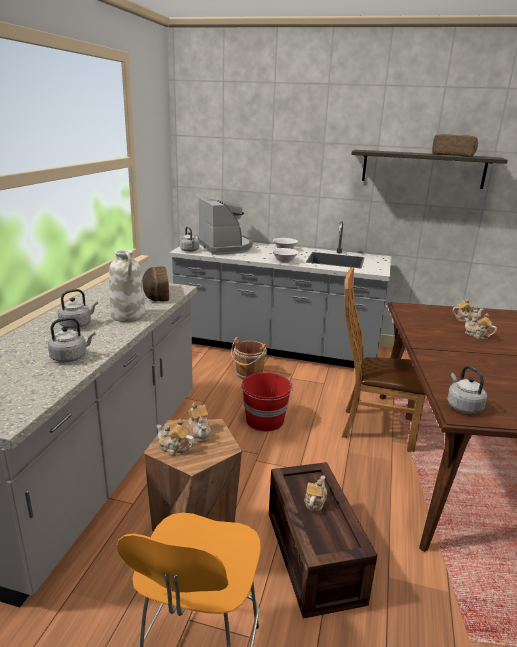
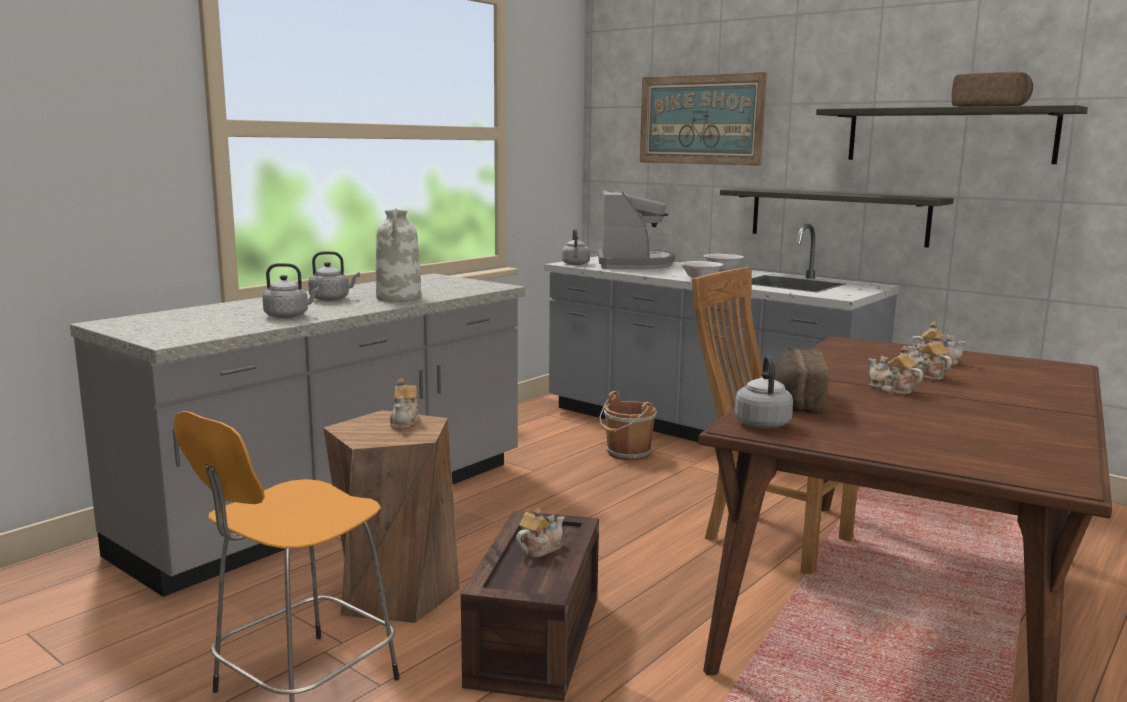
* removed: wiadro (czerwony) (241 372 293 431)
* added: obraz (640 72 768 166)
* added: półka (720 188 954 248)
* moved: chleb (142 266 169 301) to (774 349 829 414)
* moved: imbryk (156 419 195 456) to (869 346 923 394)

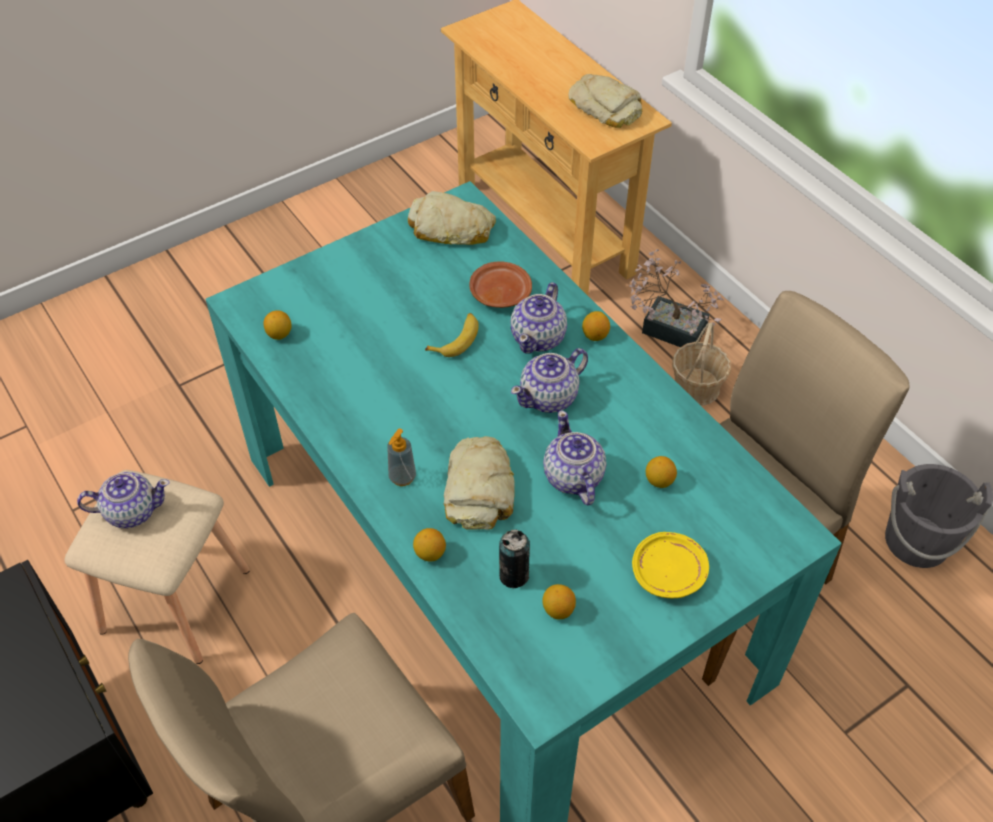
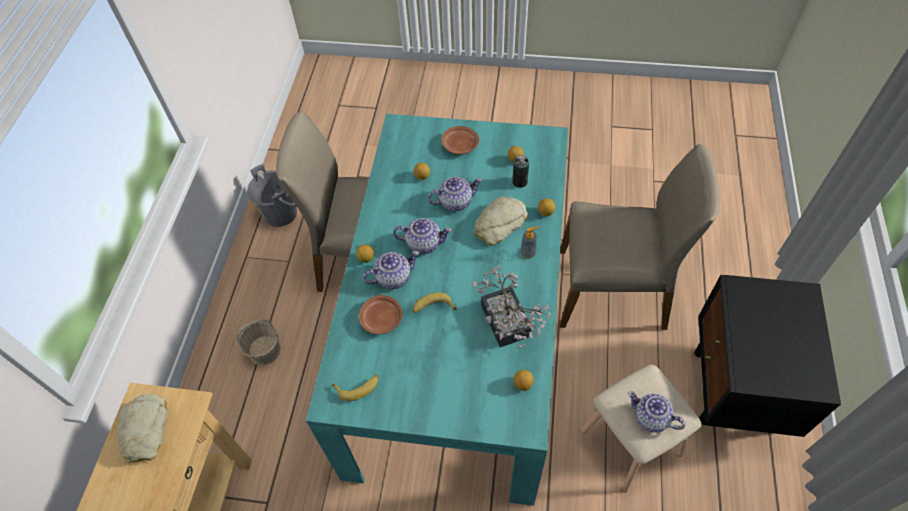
* moved: roślina doniczkowa (629 249 724 347) to (472 266 552 348)
* replaced: chleb (408 191 496 245) to banan (332 375 379 401)
* recoloured: talerz (żółty) (632 532 709 598) to talerz (brązowy) (441 126 479 154)
* turned: imbryk (543 410 606 506) = (427 177 482 211) 135 degrees counterclockwise

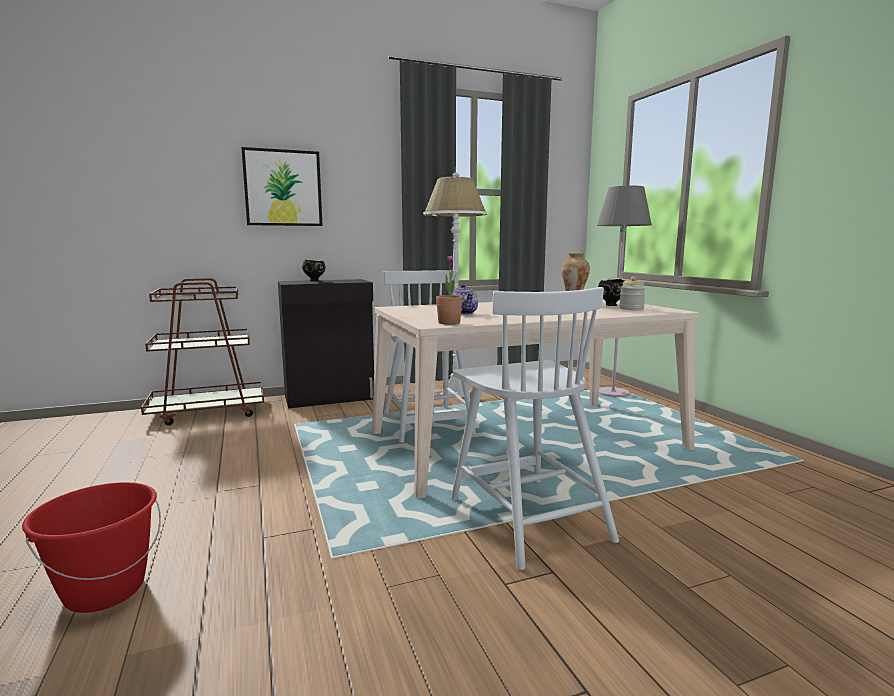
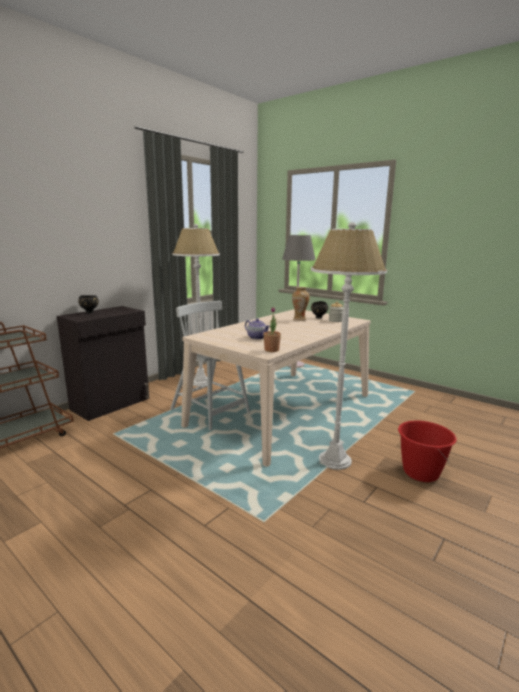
* removed: obraz (241 147 322 226)
* moved: wiadro (czerwony) (22 482 161 613) to (398 421 457 482)
* replaced: krzesło (biały) (451 287 619 570) to lampa stojąca (biały) (311 222 387 470)

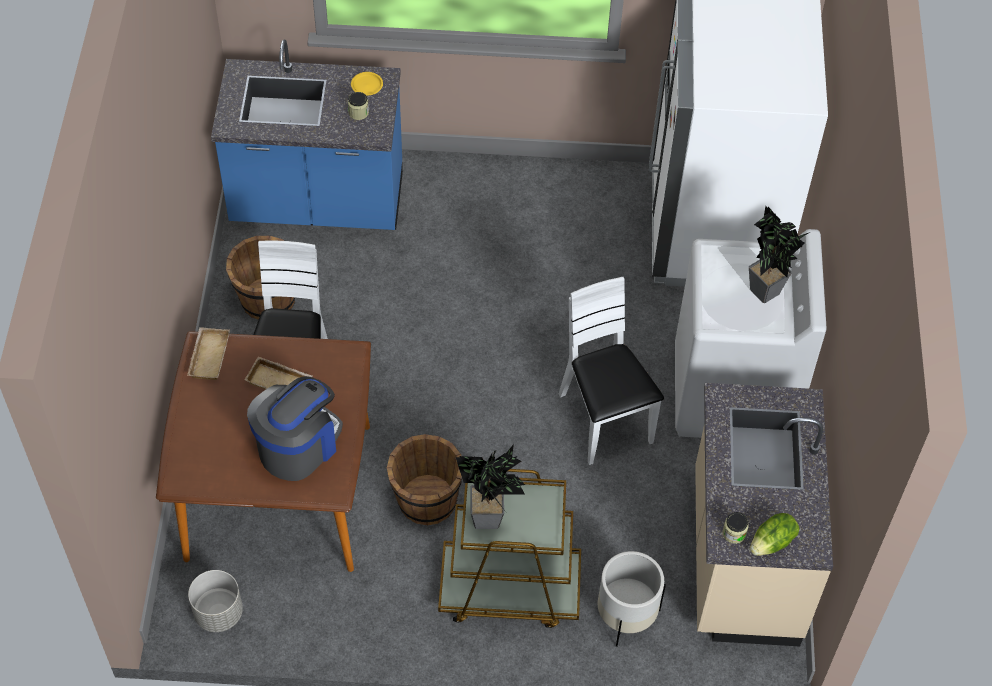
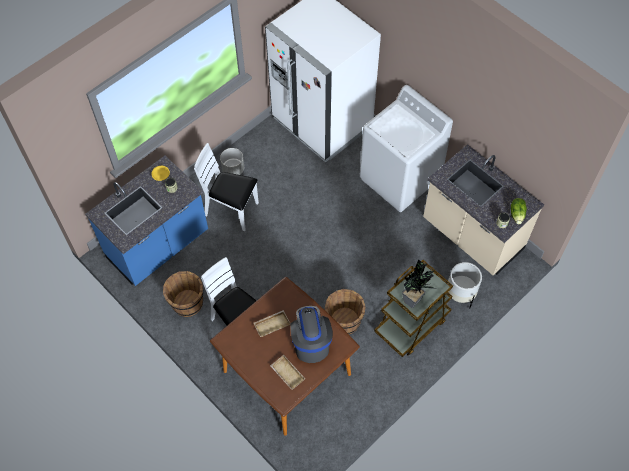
* removed: roślina doniczkowa (749 206 810 303)
* moved: taca (beżowy) (187 327 230 380) to (270 355 306 390)
* moved: donica (szary) (188 570 243 632) to (220 148 244 175)
* moved: krzesło (biały) (559 277 664 465) to (194 143 259 231)

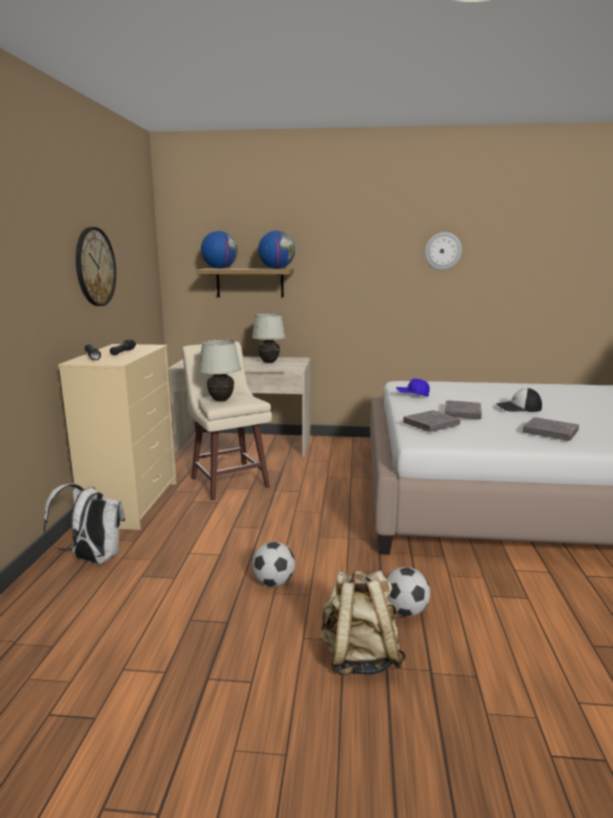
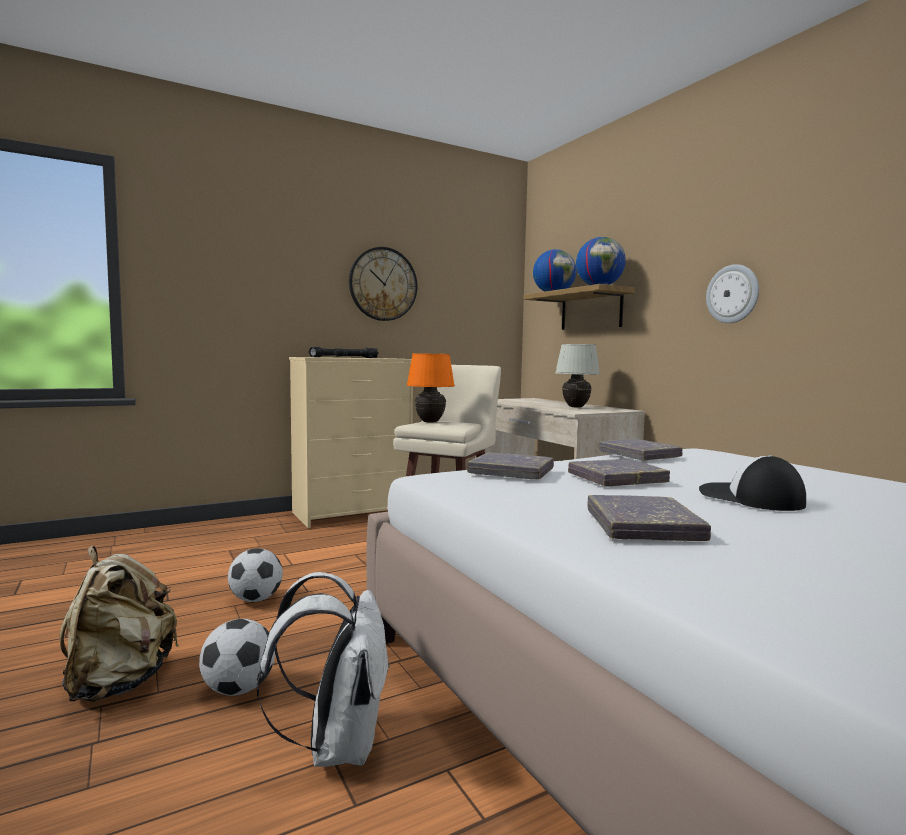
* moved: plecak (biały) (43 483 125 564) to (257 572 390 767)
* moved: zegar ścienny (425 232 462 270) to (706 264 759 323)
* replaced: czapka z daszkiem (niebieski) (396 378 430 397) to książka (szary) (598 439 683 460)
* recoloured: lampa stołowa (biały) (199 340 241 402) to lampa stołowa (pomarańczowy) (407 353 455 423)

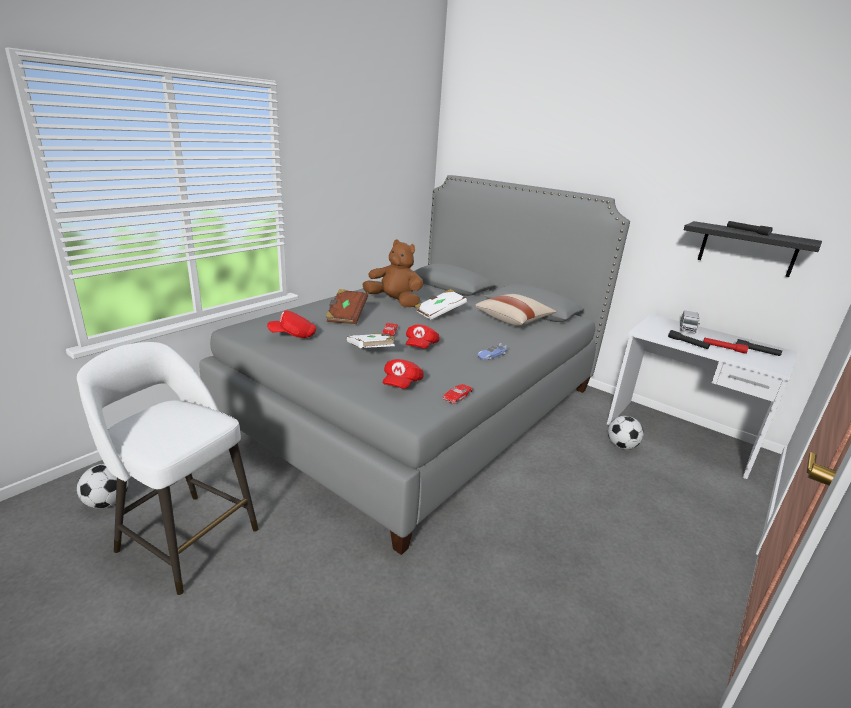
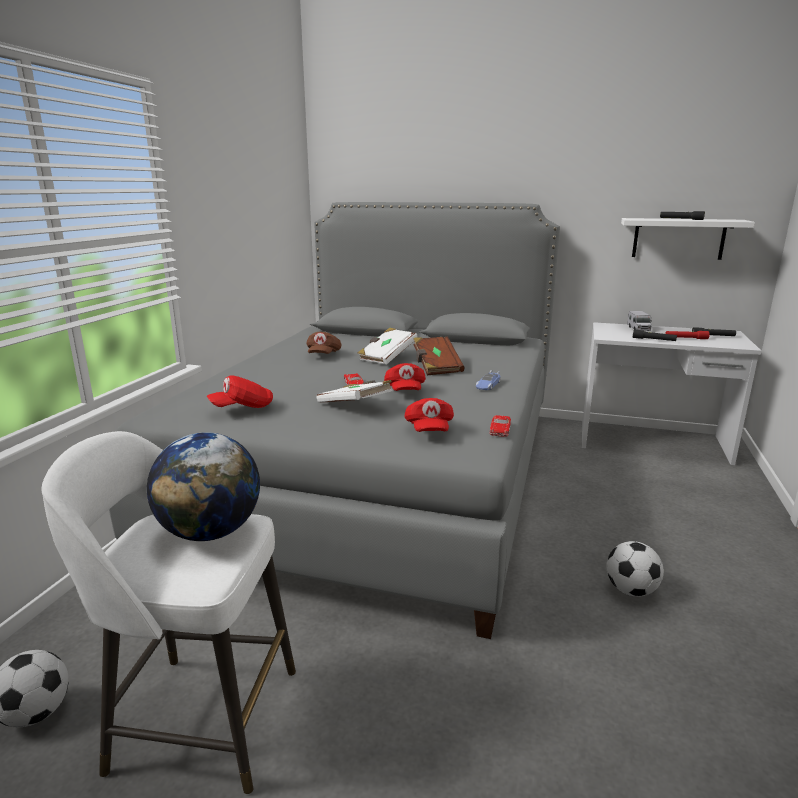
* removed: poduszka (beżowy) (475 294 557 326)
* added: globus (147 432 260 541)
* moved: książka (brązowy) (325 289 368 324) to (414 336 465 376)
* moved: piłka futbolowa (608 416 644 449) to (607 541 664 597)
* replaced: pluszak (brązowy) (362 240 423 307) to czapka z daszkiem (brązowy) (307 332 341 354)
* recoloured: półka (czarny) (684 221 822 277) to półka (biały) (621 218 755 260)

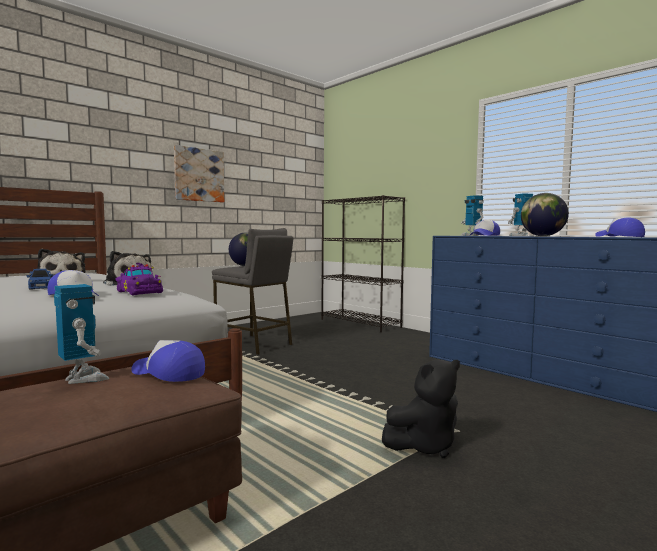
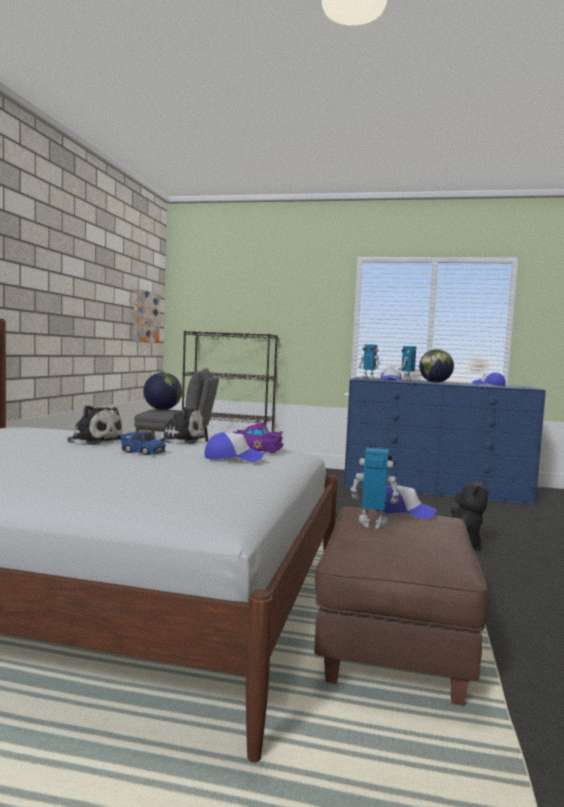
* moved: obraz (174 145 224 202) to (133 289 160 343)
* turned: czapka z daszkiem (131 340 205 382) = (374 485 437 519) 150 degrees counterclockwise

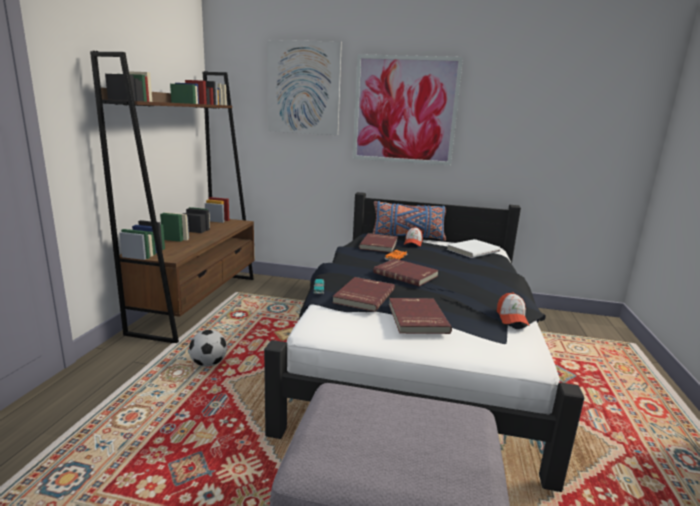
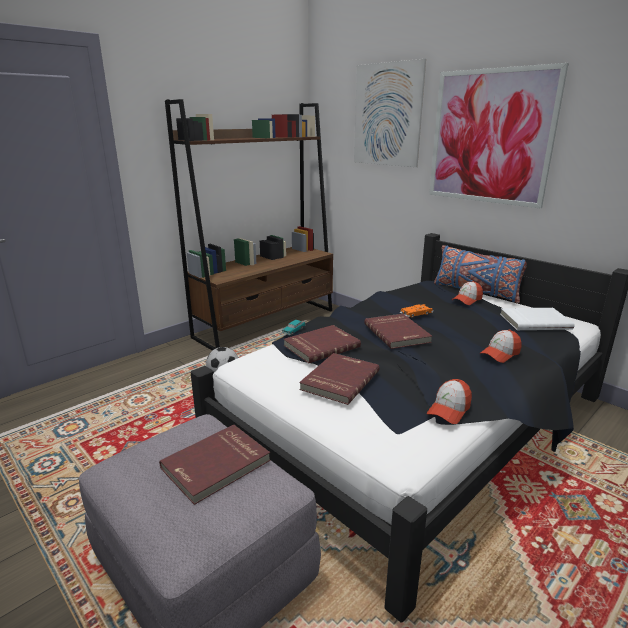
* added: czapka z daszkiem (479 330 522 363)
* moved: książka (czerwony) (359 233 398 253) to (159 425 270 505)

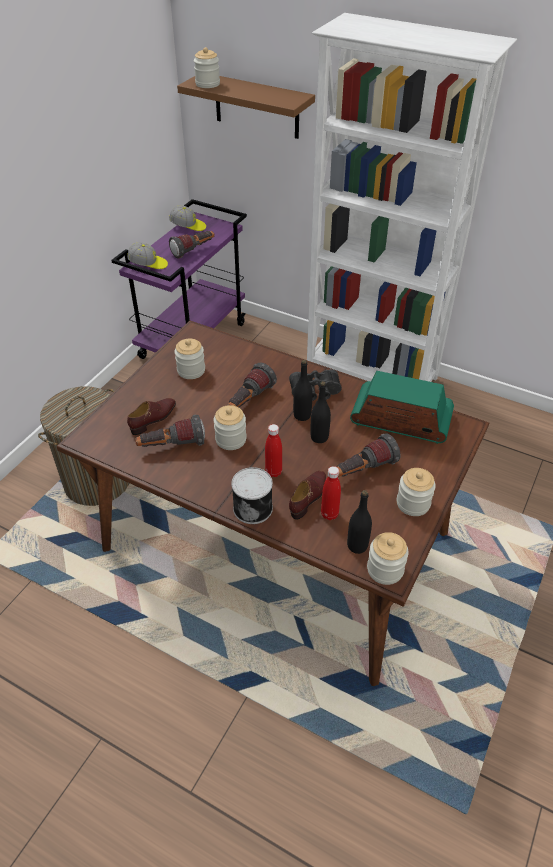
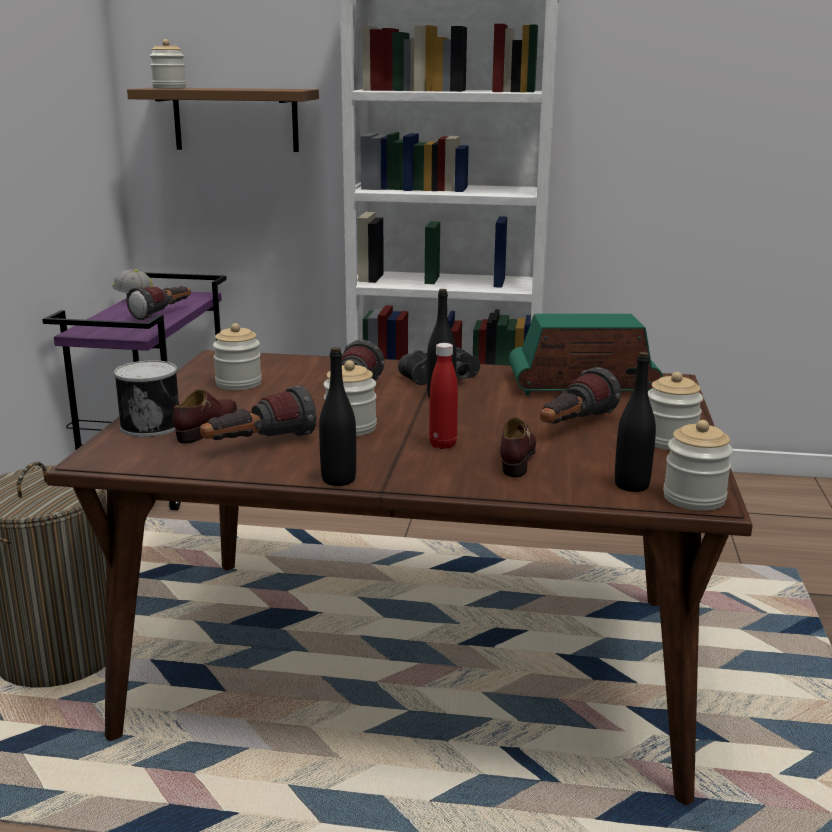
* removed: czapka z daszkiem (127 243 168 269)
* removed: butelka (czerwony) (321 466 341 520)
* moved: puszka (231 467 273 524) to (114 360 179 437)
* moved: butelka (czarny) (310 381 331 443) to (319 347 356 486)

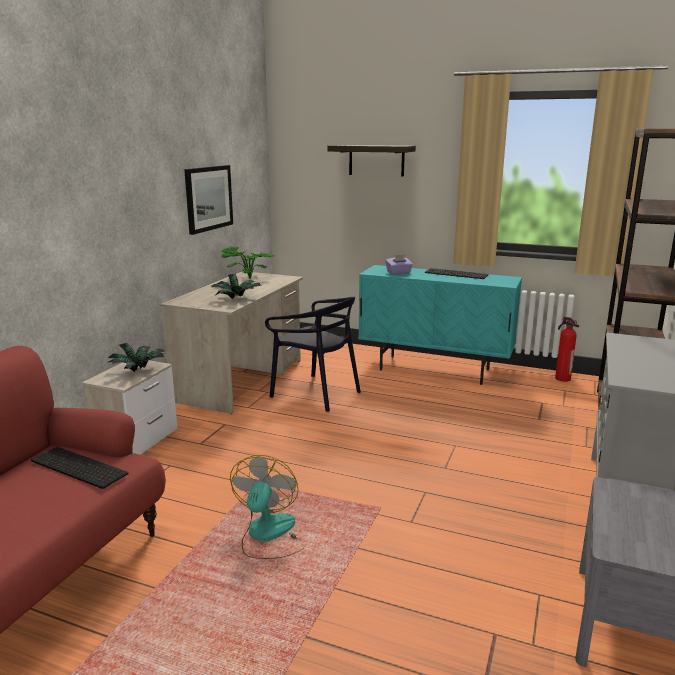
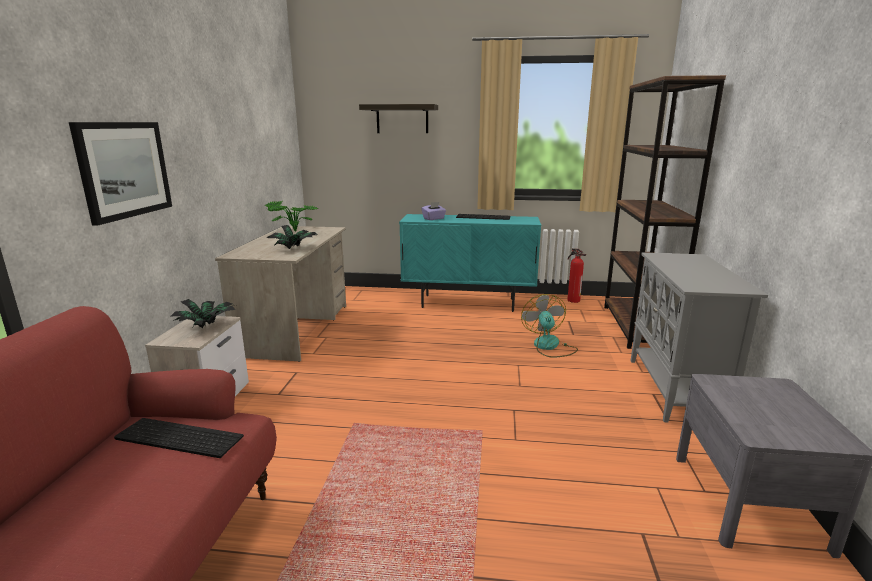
* removed: krzesło (czarny) (265 297 361 412)
* moved: obraz (184 165 233 235) to (69 122 172 226)
* moved: wentylator (230 455 302 559) to (521 294 578 358)

